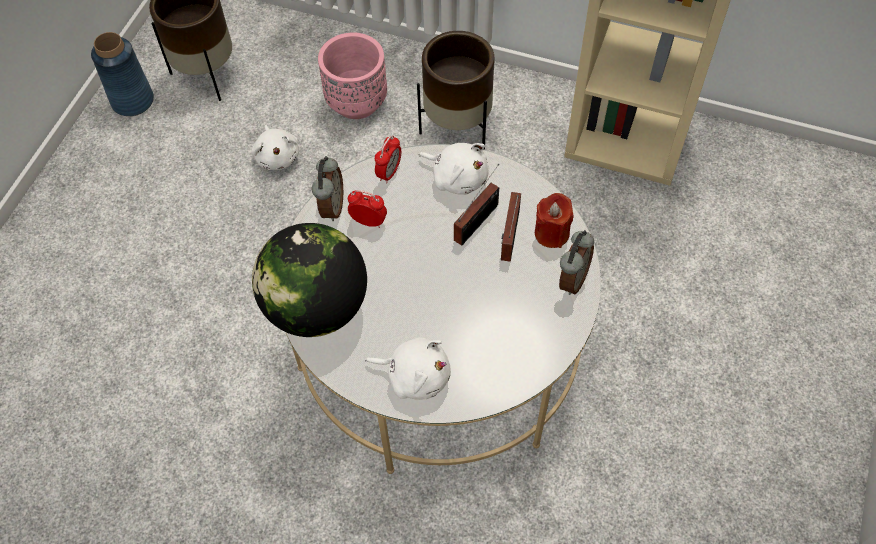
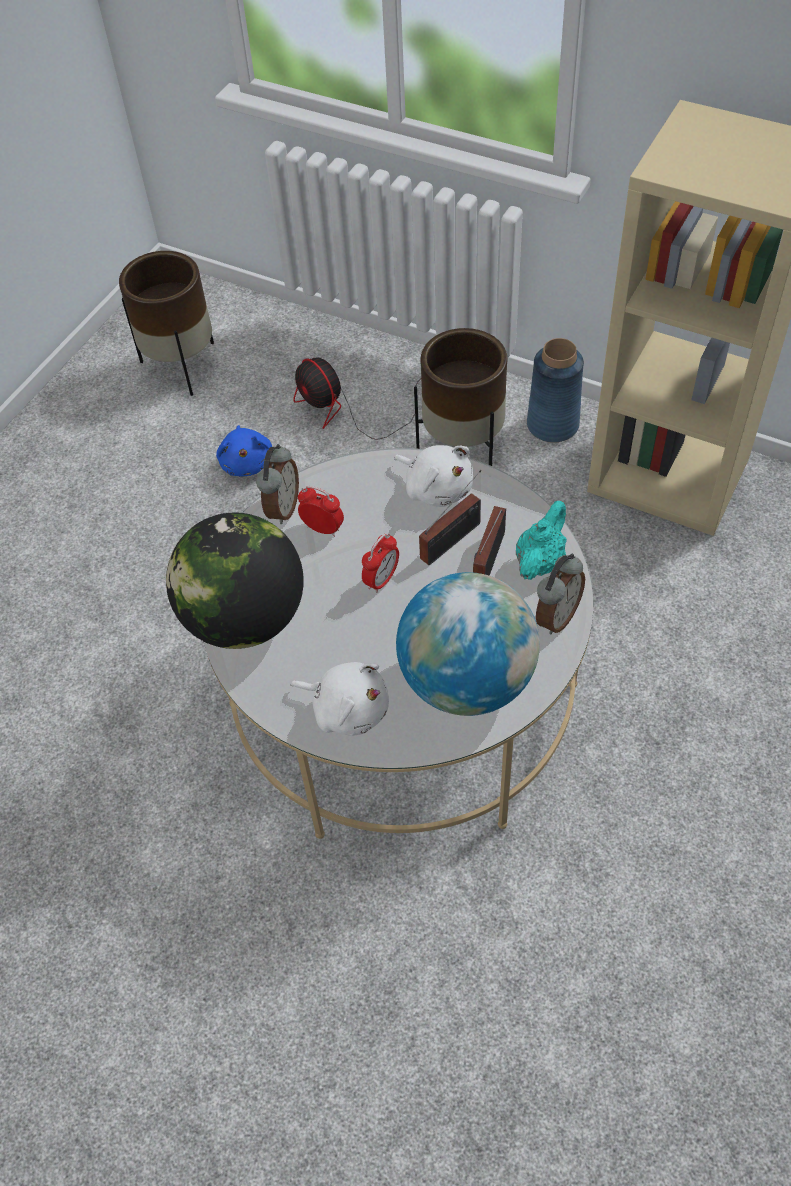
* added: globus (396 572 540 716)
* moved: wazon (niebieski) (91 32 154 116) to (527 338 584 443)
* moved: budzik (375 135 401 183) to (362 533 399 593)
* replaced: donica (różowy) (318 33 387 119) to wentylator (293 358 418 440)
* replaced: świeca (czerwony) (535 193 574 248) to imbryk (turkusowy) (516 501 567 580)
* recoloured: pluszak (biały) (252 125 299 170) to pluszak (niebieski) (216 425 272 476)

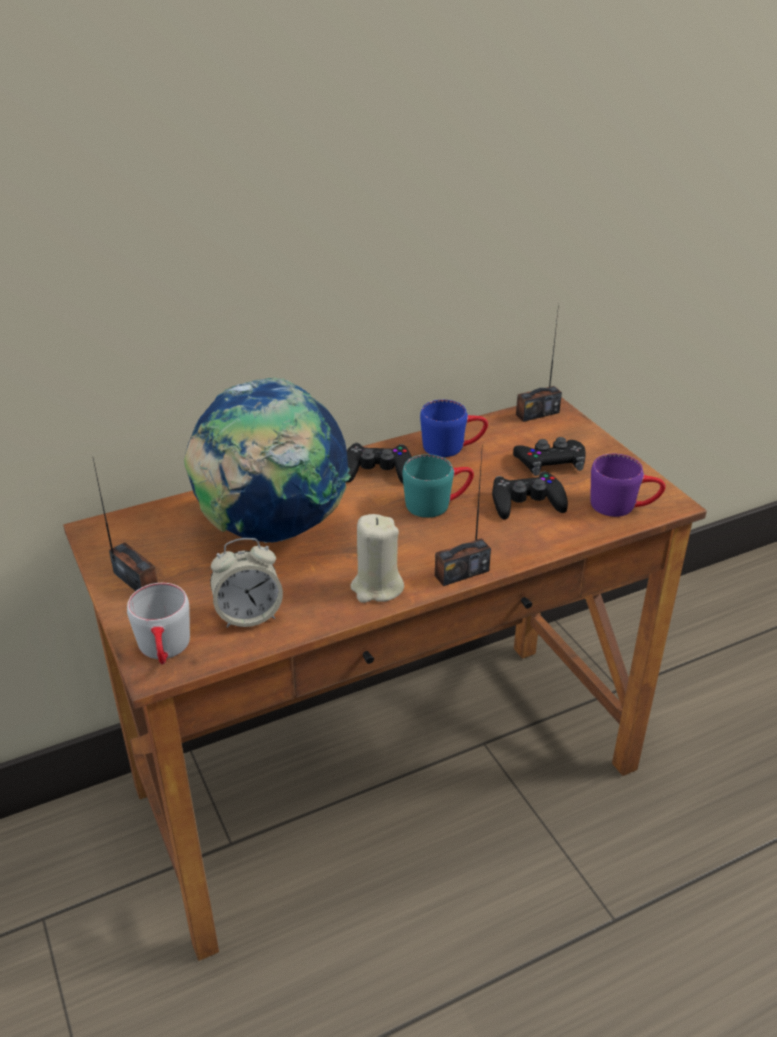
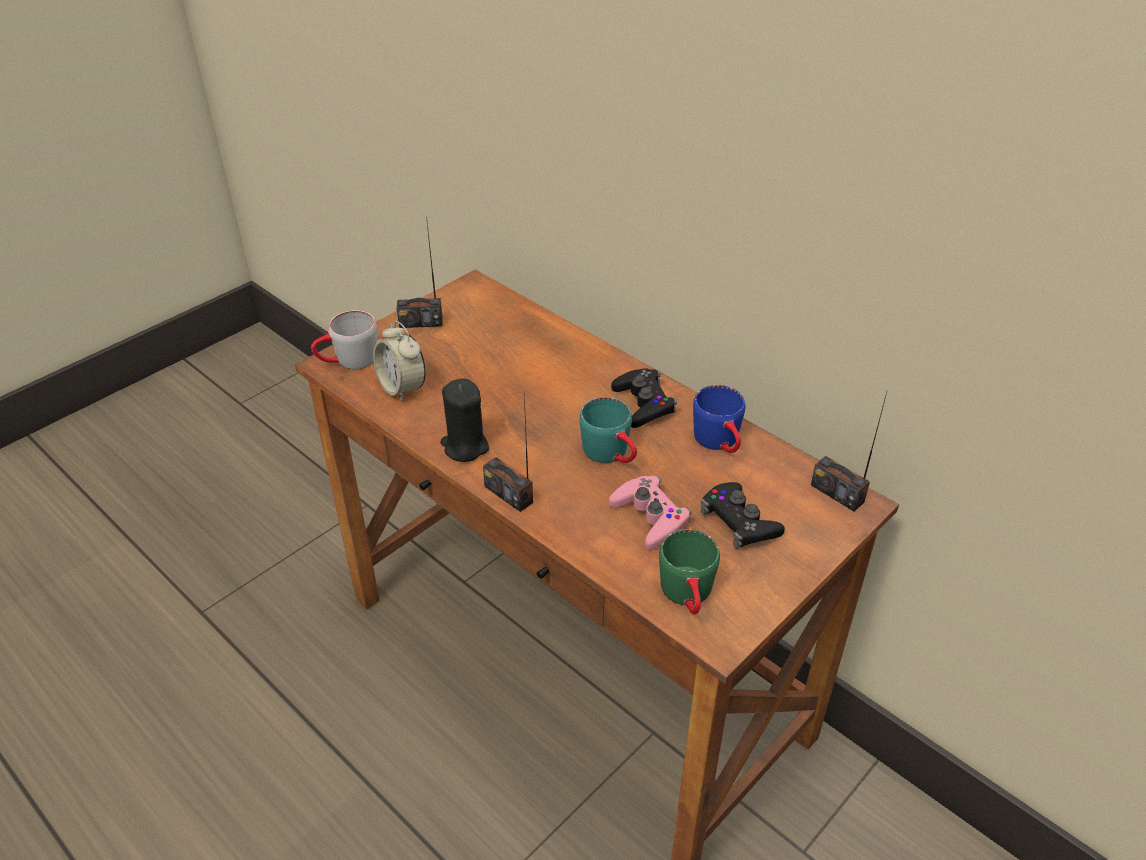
* removed: globus (184 377 351 543)
* recoloured: świeca (beżowy) (351 514 404 603) to świeca (czarny) (440 378 489 462)
* recoloured: pad do gier (czarny) (492 471 568 519) to pad do gier (różowy) (609 476 691 550)
* recoloured: kubek (fioletowy) (590 454 665 517) to kubek (zielony) (659 529 720 614)
* turned: radio (93 459 158 591) = (397 217 443 328) 60 degrees clockwise

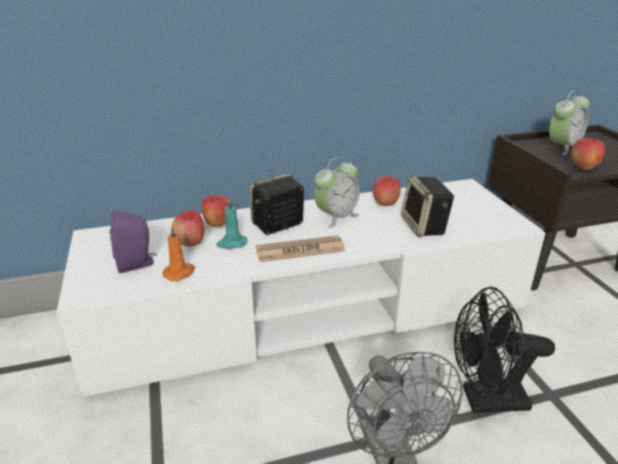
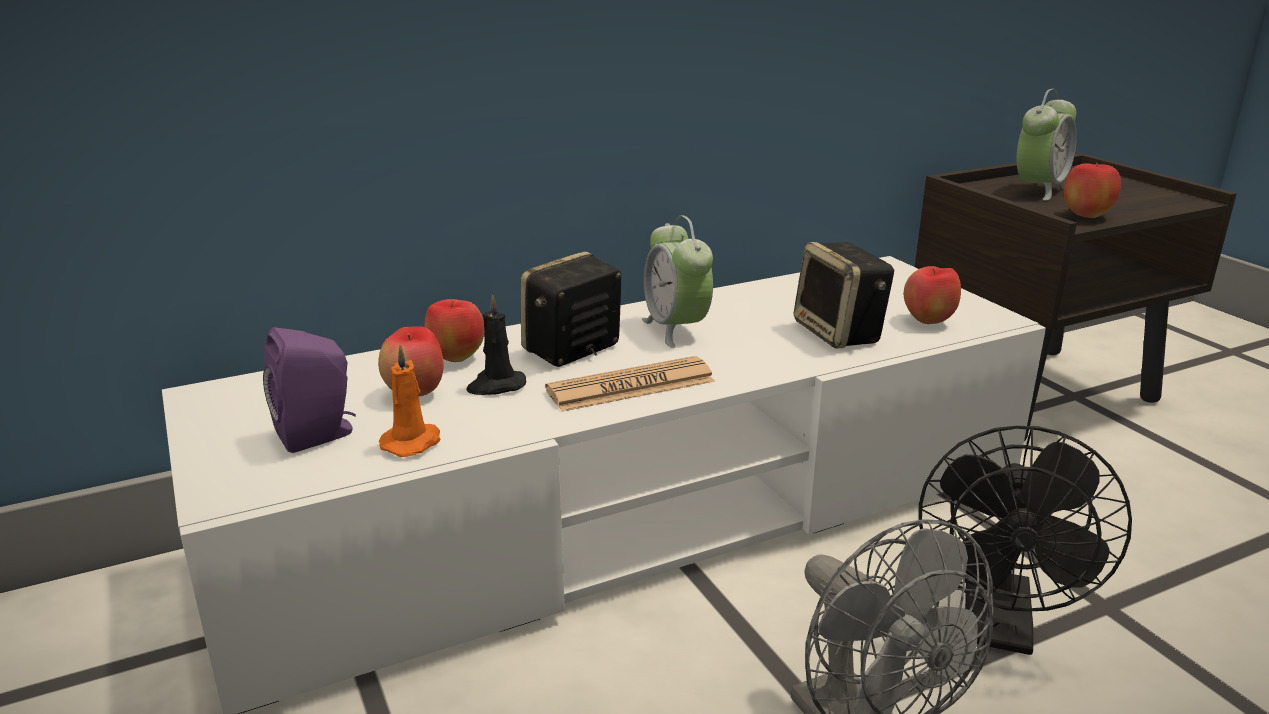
* moved: jabłko (373 176 401 206) to (904 266 961 324)
* recoloured: świeca (turkusowy) (216 198 247 249) to świeca (czarny) (466 295 526 395)
* turned: budzik (314 157 360 228) = (642 215 713 348) 120 degrees clockwise
* turned: wentylator (czarny) (454 287 555 413) = (919 426 1132 655) 60 degrees counterclockwise

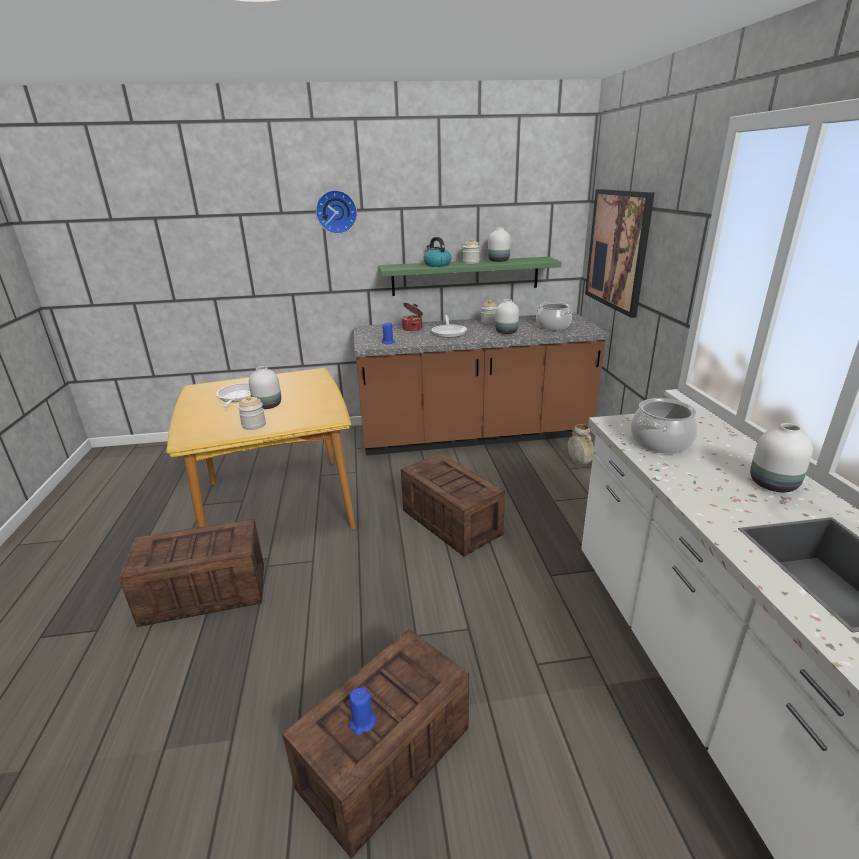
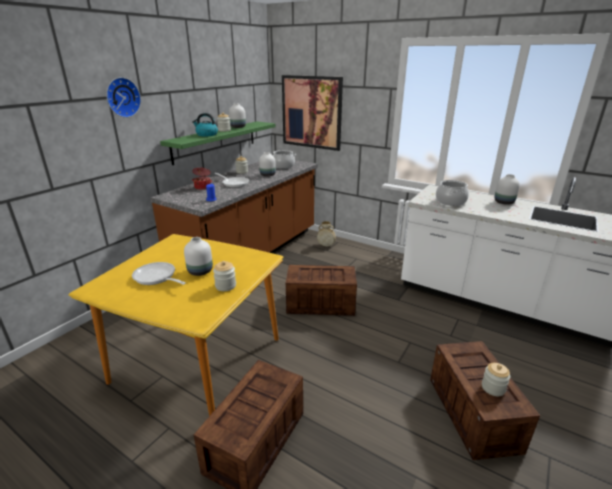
* replaced: świeca (niebieski) (349 687 377 736) to słoik (482 363 510 396)

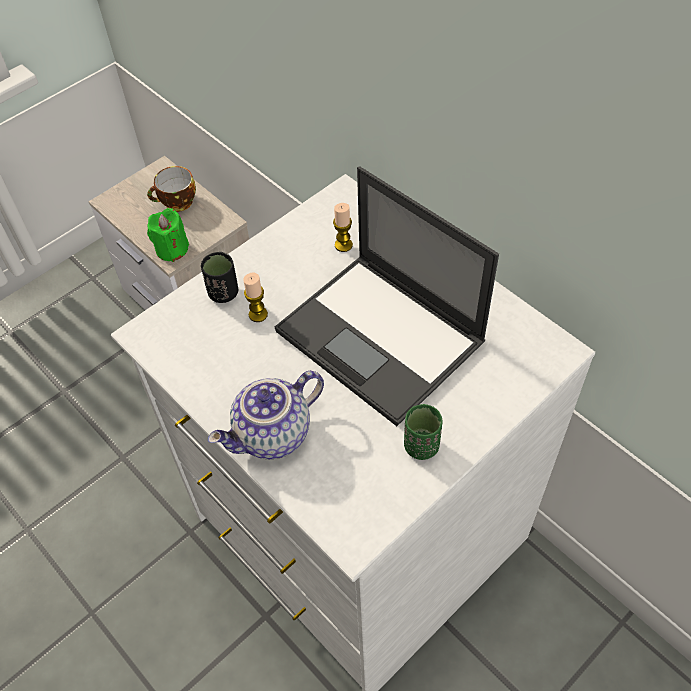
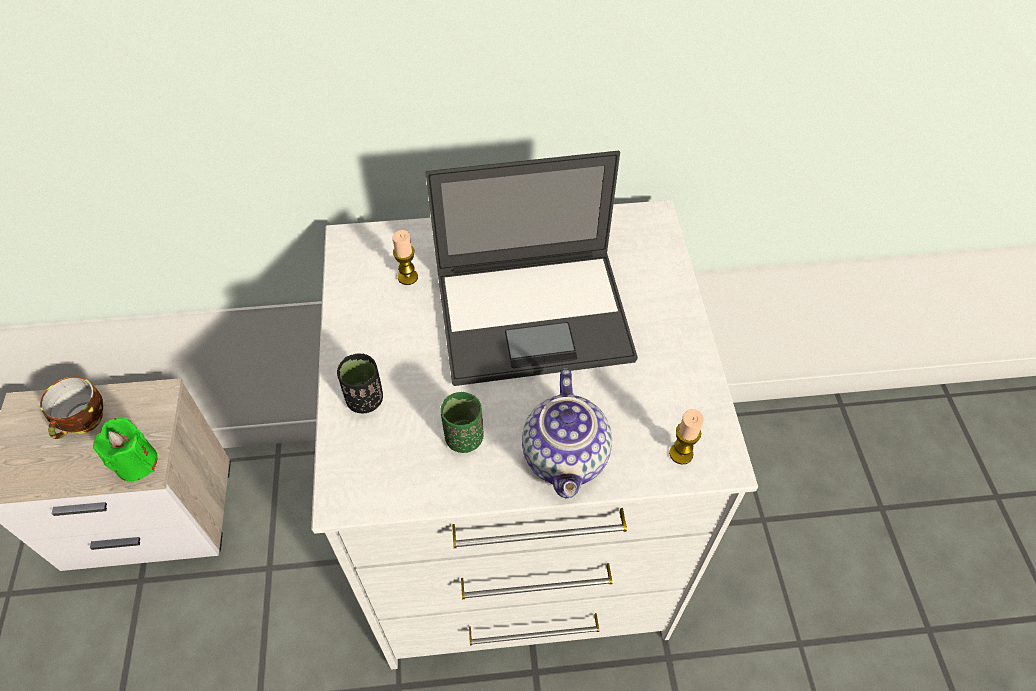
* moved: świeca (243 272 268 322) to (669 409 704 465)
* moved: filiżanka (zielony) (404 404 443 460) to (440 392 484 453)

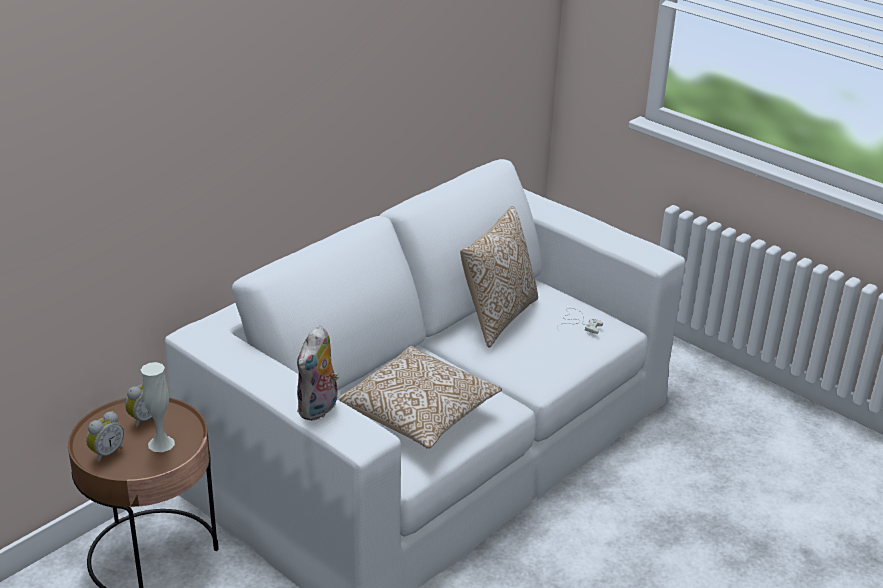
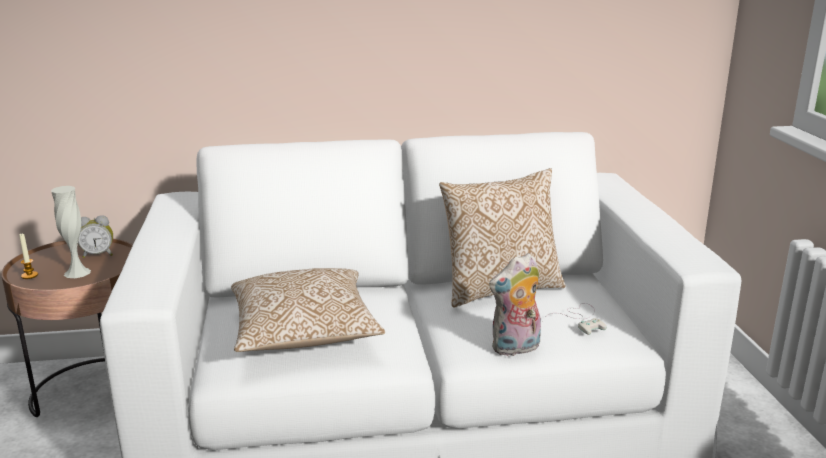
* removed: budzik (86 411 124 463)
* added: świeca (19 233 38 279)
* moved: pluszak (297 325 339 421) to (489 253 541 357)

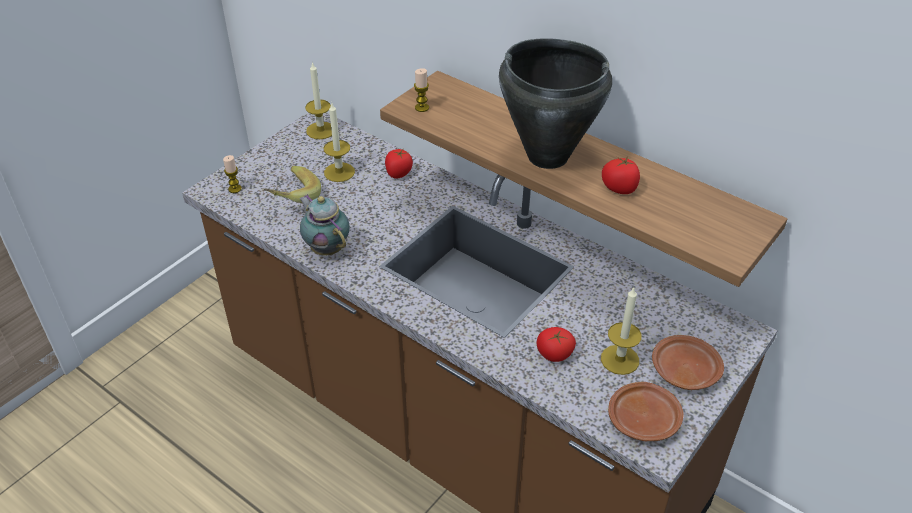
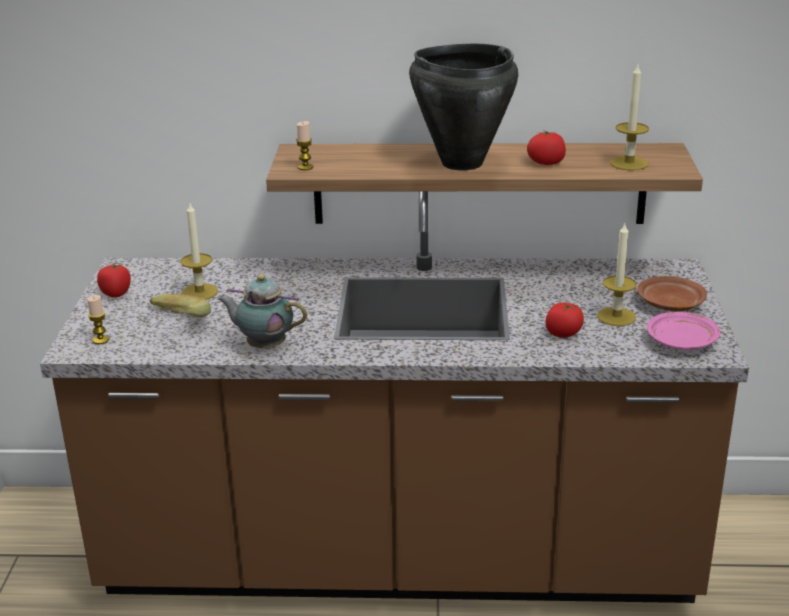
* moved: świeca (305 62 332 139) to (610 65 649 171)
* moved: pomidor (385 149 413 178) to (97 263 131 298)
* recoloured: talerz (brązowy) (608 382 684 441) to talerz (różowy) (647 312 720 350)

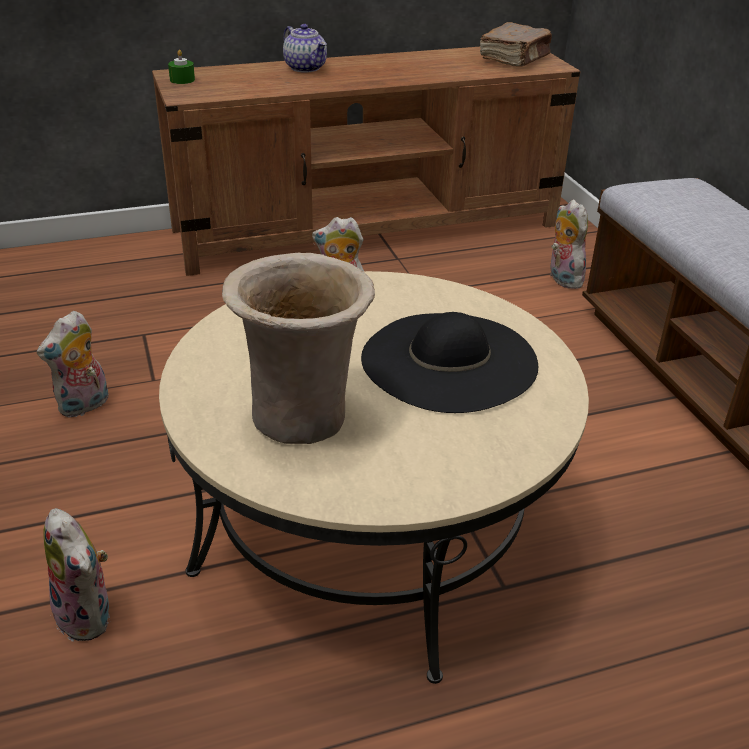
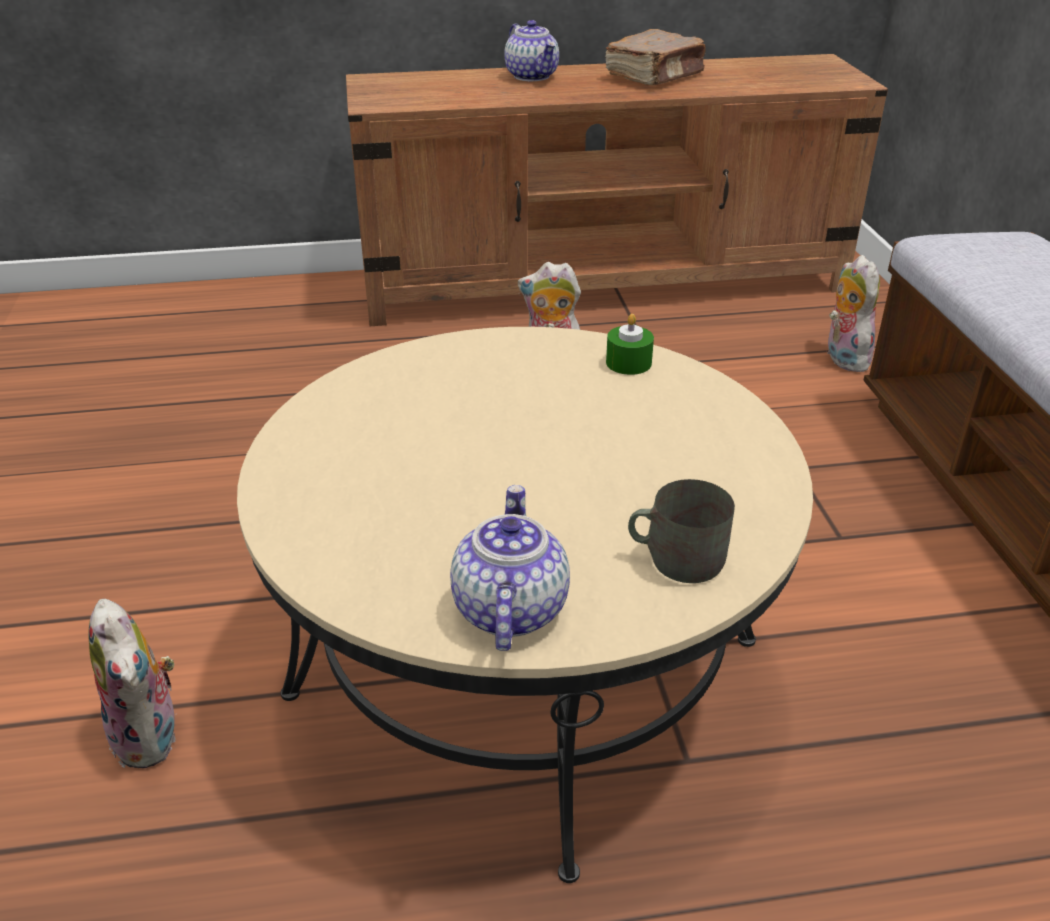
* removed: pluszak (37 311 108 418)
* removed: wazon (beżowy) (222 252 375 444)
* removed: kapelusz (czarny) (361 312 538 413)
* added: imbryk (450 485 570 651)
* added: kubek (szary) (628 479 735 583)
* moved: świeca (zielony) (168 50 195 84) to (606 314 654 375)
* moved: książka (brązowy) (480 22 552 67) to (605 29 706 85)

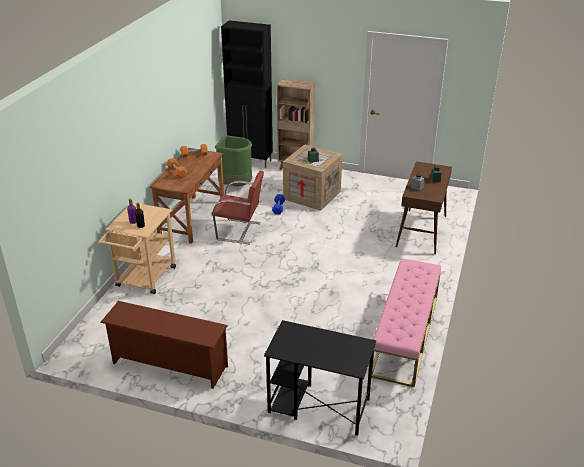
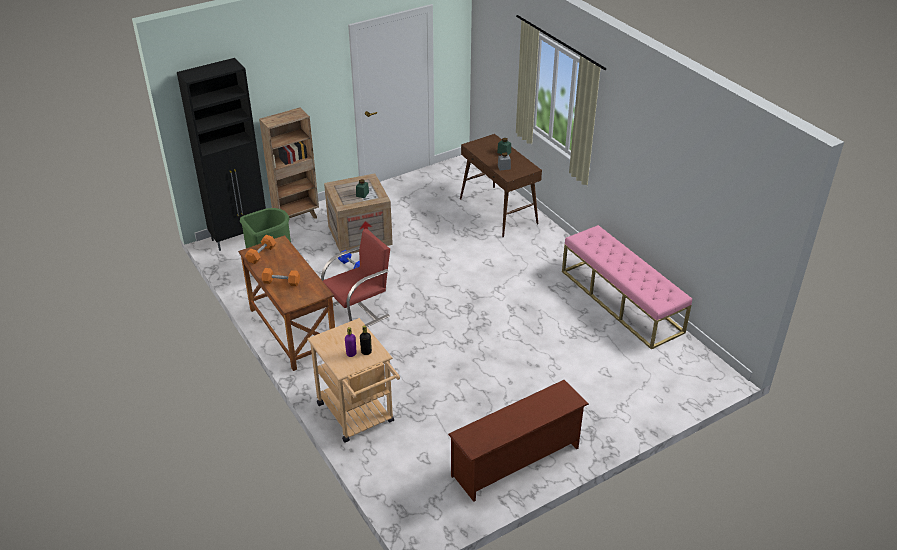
* removed: biurko (czarny) (264 320 376 435)

